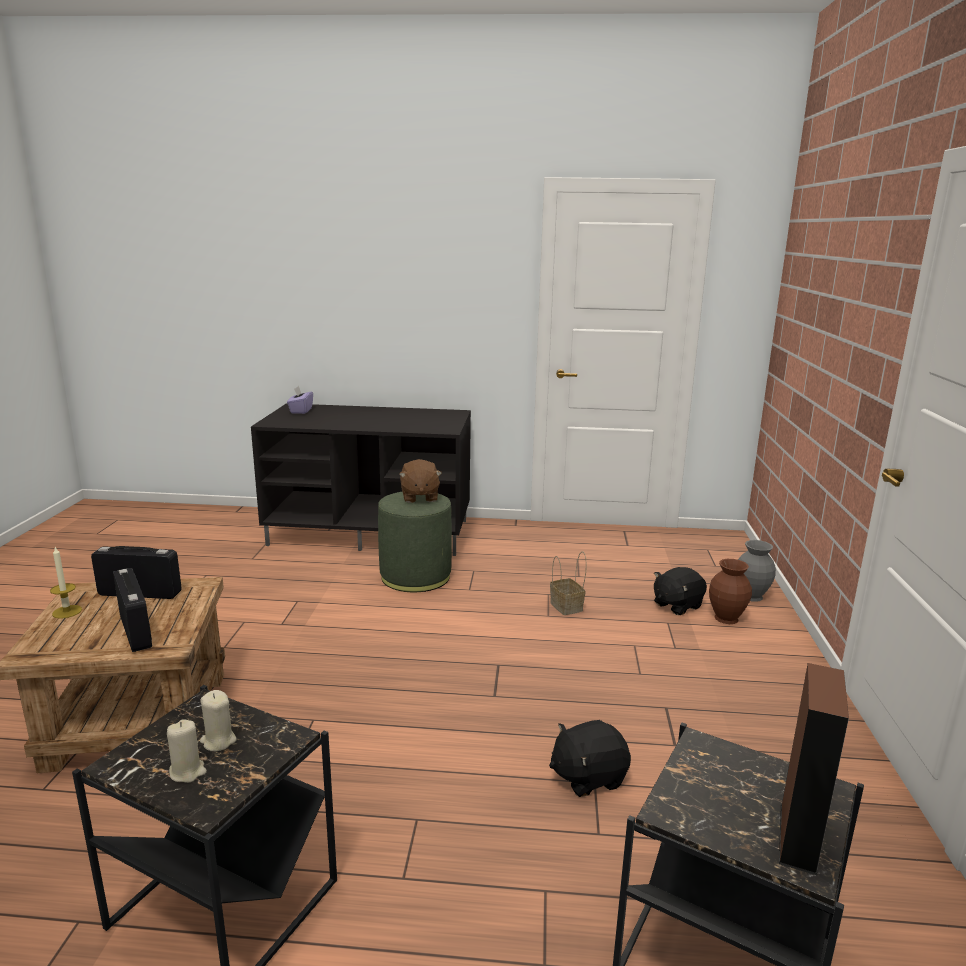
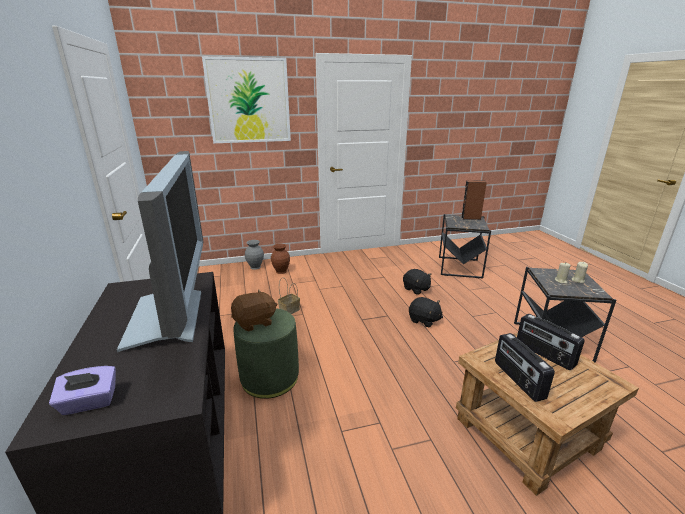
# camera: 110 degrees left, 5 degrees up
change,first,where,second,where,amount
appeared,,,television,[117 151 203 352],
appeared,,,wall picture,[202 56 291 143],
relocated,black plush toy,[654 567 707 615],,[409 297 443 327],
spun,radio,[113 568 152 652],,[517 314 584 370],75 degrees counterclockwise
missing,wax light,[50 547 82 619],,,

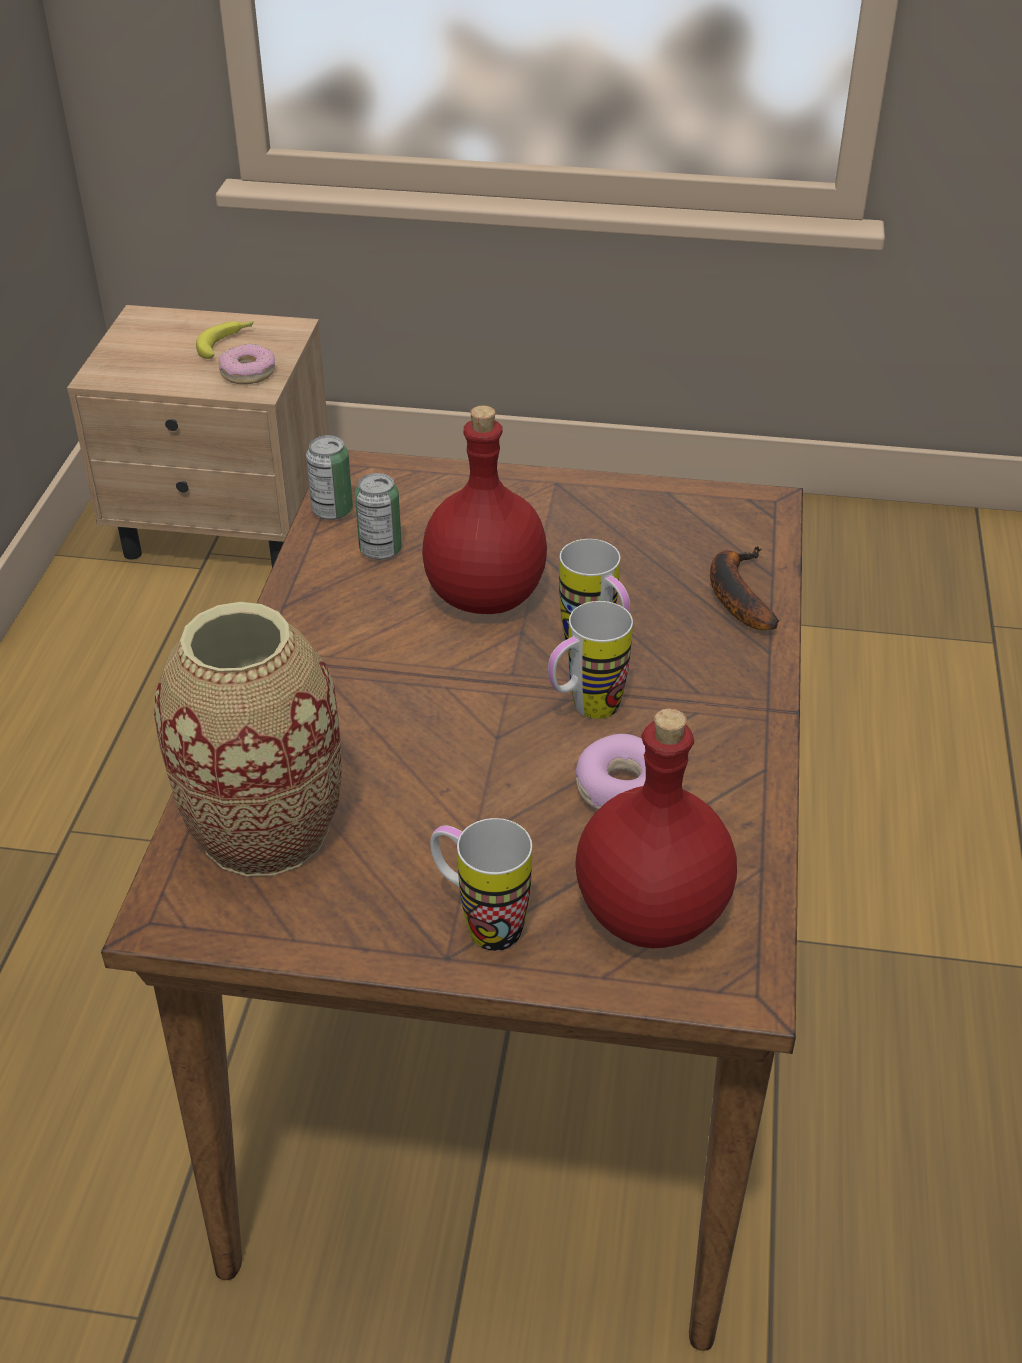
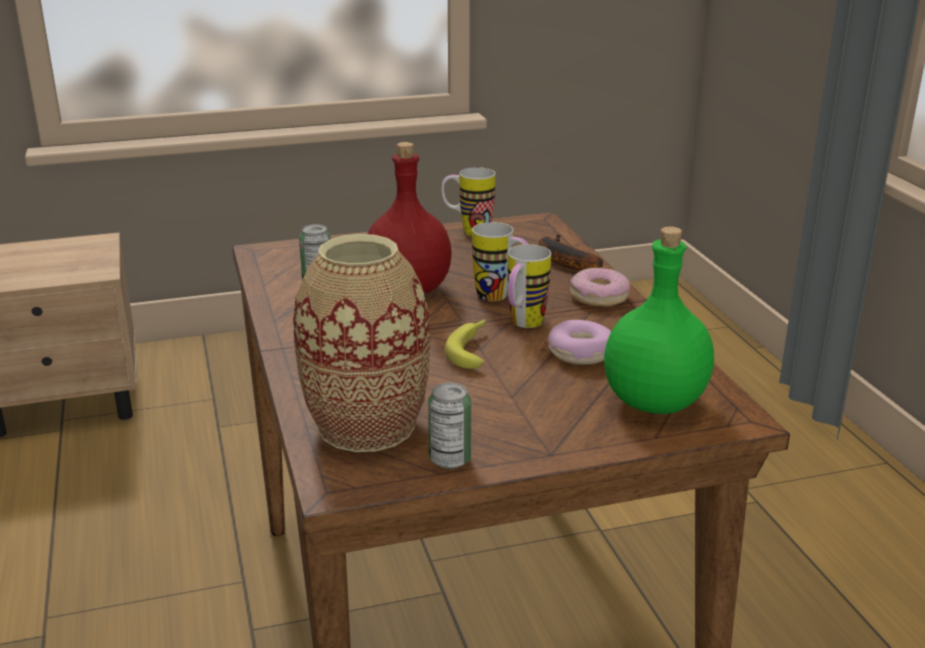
# camera: 25 degrees left, 15 degrees down
change,first,where,second,where,amount
relocated,sealed can,[306 435 353 520],,[428 382 471 469],
relocated,coffee mug,[430 818 532 951],,[441 167 495 236],
relocated,banana fruit,[196 321 254 359],,[445 320 486 369],
relocated,donut,[219 344 275 384],,[570 267 630 307],
colour,reddish bottle,[575 708 737 948],green bottle,[604 226 714 414],

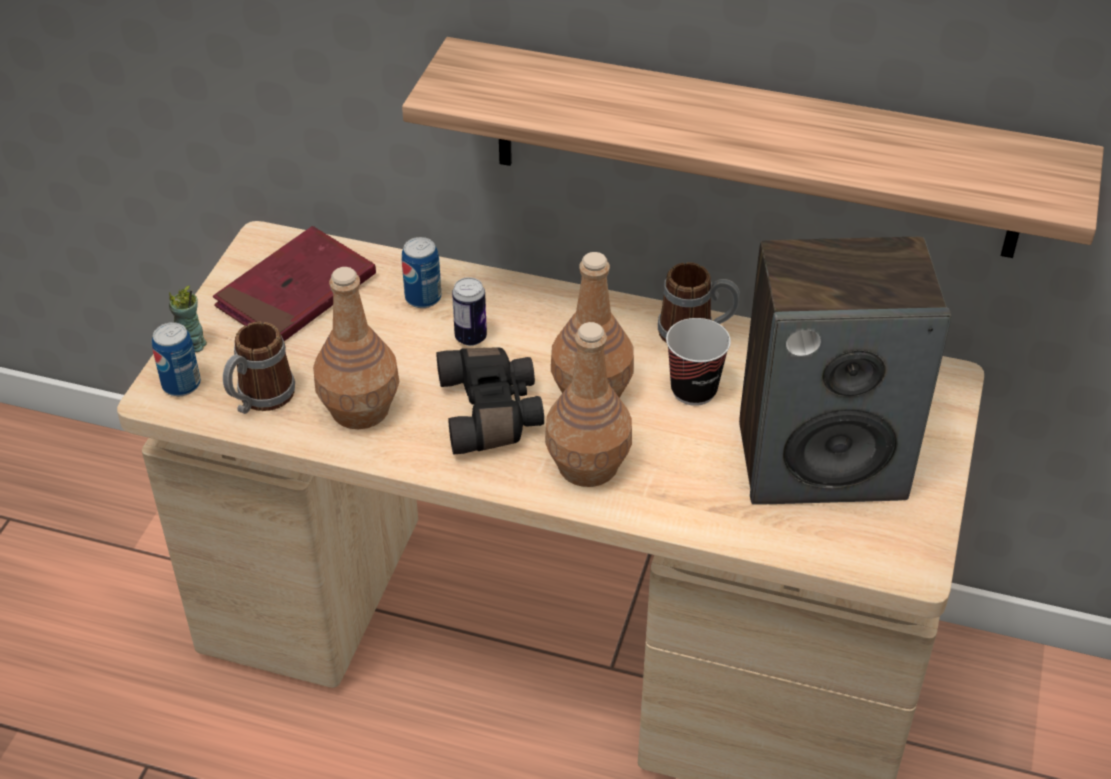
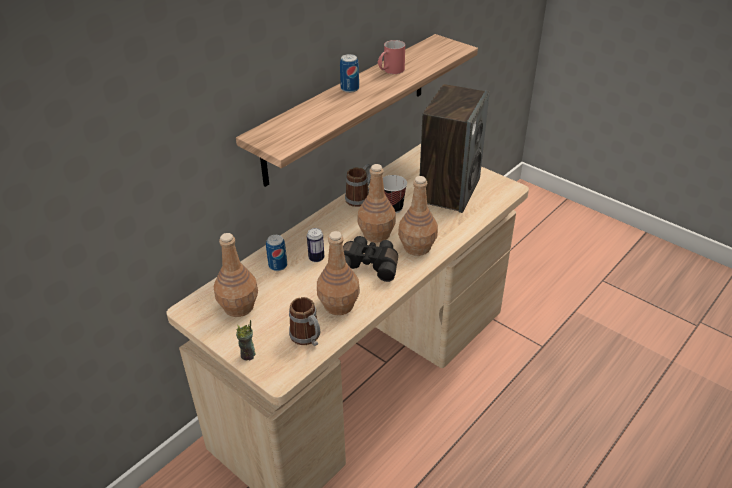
# camera: 65 degrees left, 5 degrees down
change,first,where,second,where,amount
exchanged,reddish volume,[213 226 376 341],brownish bottle,[213 233 258 317],
relocated,sealed can,[152 322 201 396],,[340 54 359 93],
appeared,,,reddish coffee mug,[378 40 405 74],

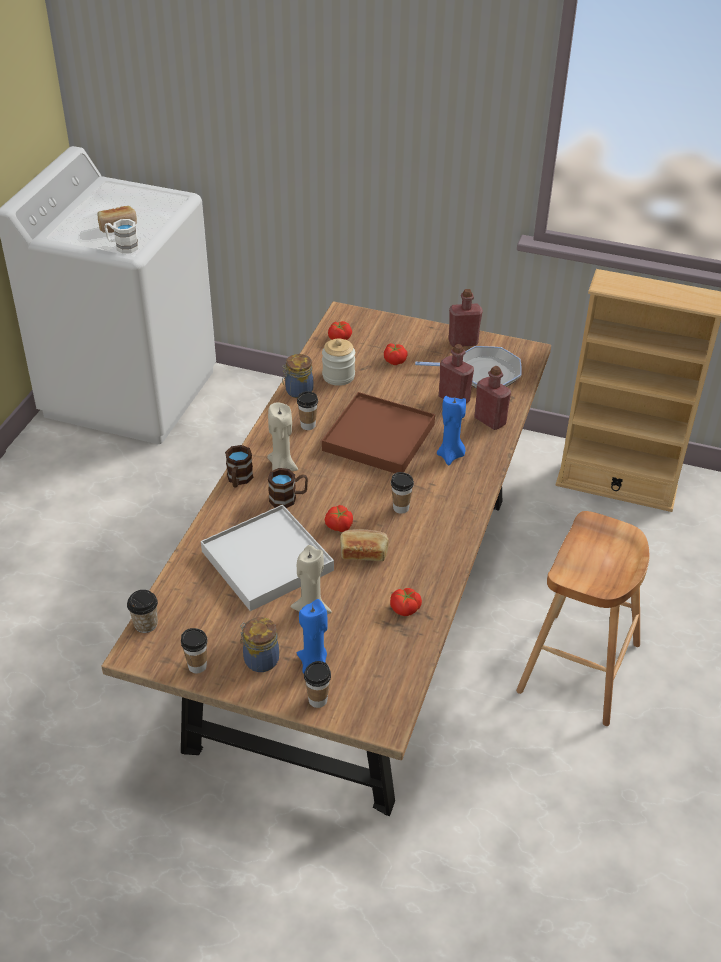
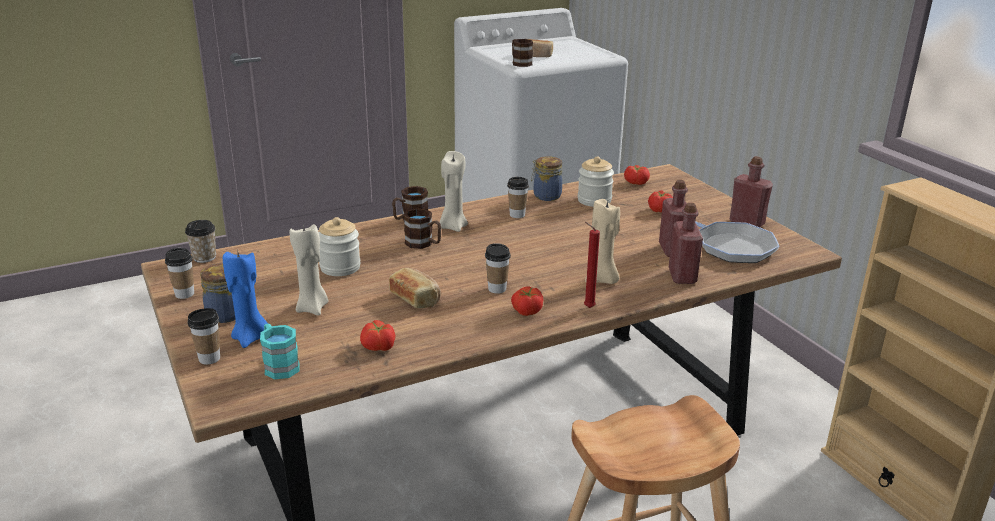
# camera: 45 degrees right, 15 degrees down
change,first,where,second,where,amount
appeared,,,turquoise coffee mug,[260 324 300 379],
exchanged,white serving tray,[201 505 334 611],preserve jar,[319 217 361 276],
relocated,fresh tomato,[324 505 353 532],,[511 287 543 316],
colour,white coffee mug,[104 219 139 253],brownish coffee mug,[512 39 533 67],
appeared,,,reddish wax light,[584 222 600 308],
colour,bluish wax light,[437 396 466 466],beige wax light,[585 199 620 284],
missing,brownish serving tray,[322 392 435 473],,,

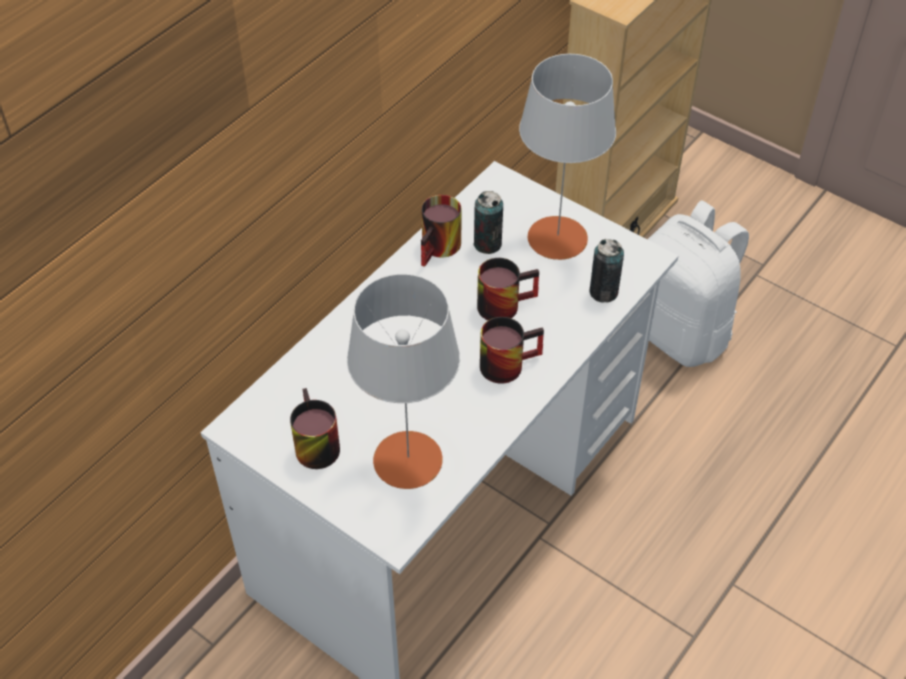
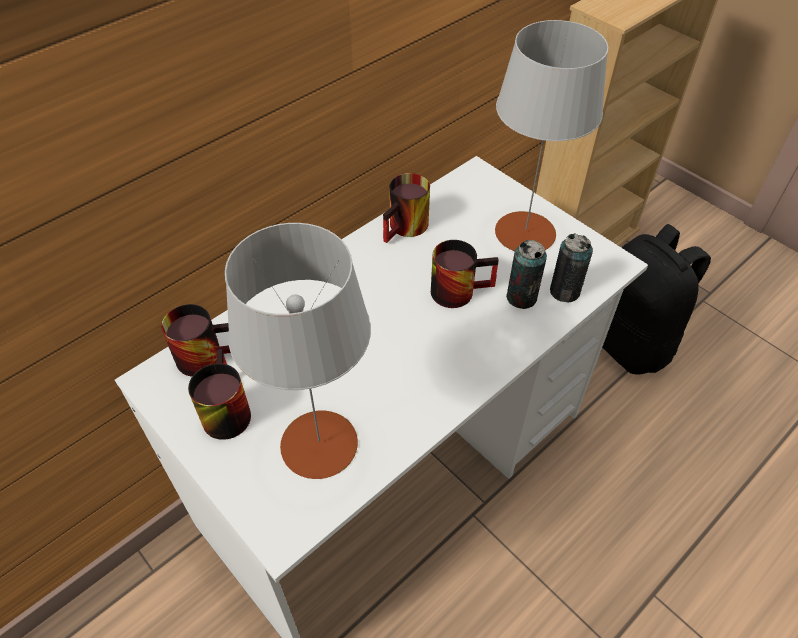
# camera: 10 degrees right, 0 degrees up
change,first,where,second,where,amount
relocated,coffee mug,[480 317 544 384],,[161 304 231 377],
relocated,sealed can,[474 191 503 254],,[506 240 547 309],
colour,white knapsack,[647 200 749 367],black knapsack,[602 224 711 374],

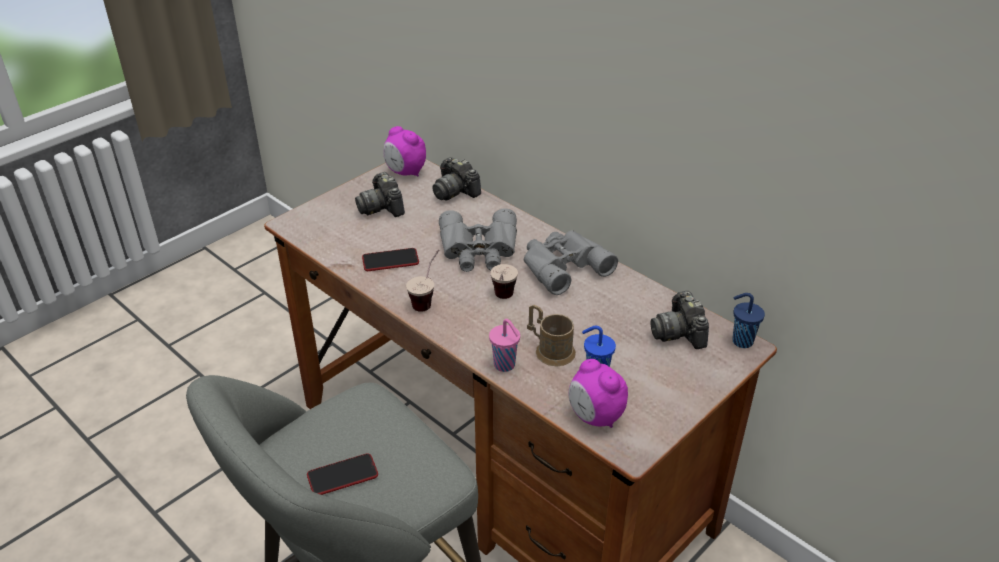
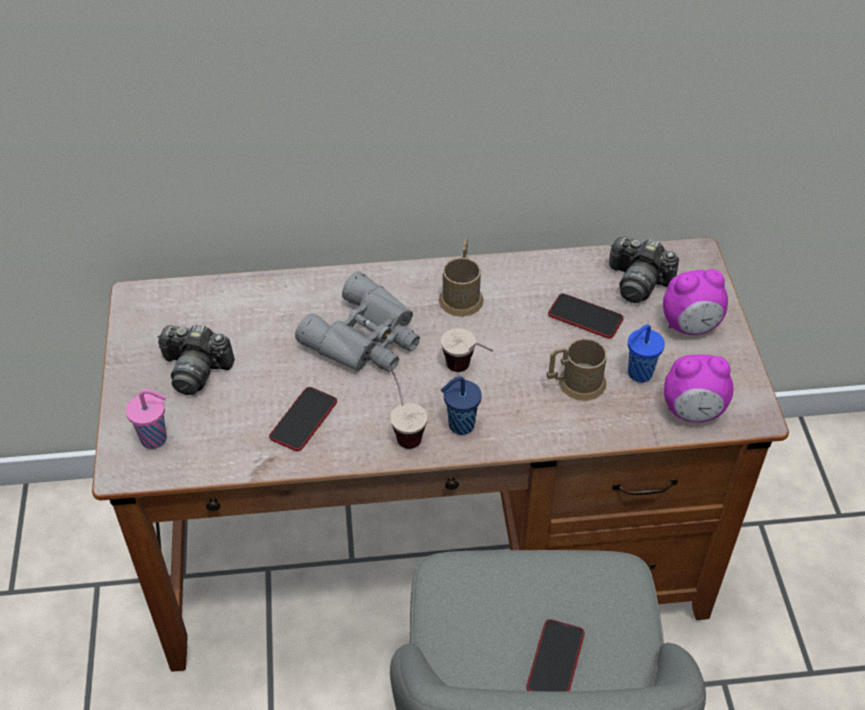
# camera: 50 degrees left, 10 degrees up
change,first,where,second,where,amount
relocated,pink-coloured drinking cup,[489 319 520 372],,[126 389 167 449],
exchanged,greyish binoculars,[524 230 618 295],brownish coffee mug,[439 238 484 317],
relocated,bluish drinking cup,[732 293 765 348],,[441 376 482 435],
appeared,,,phone,[548 293 624 339],
relocated,table clock,[383 126 426 177],,[663 269 728 335],
missing,still camera,[432 157 481 201],,,

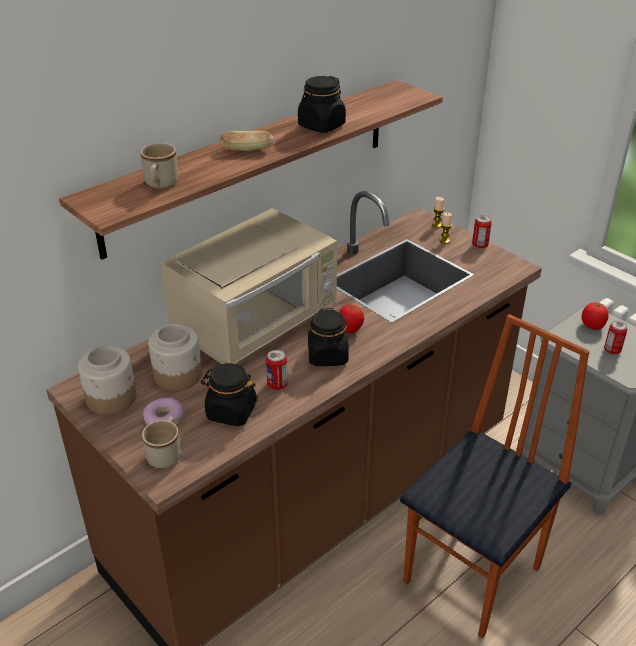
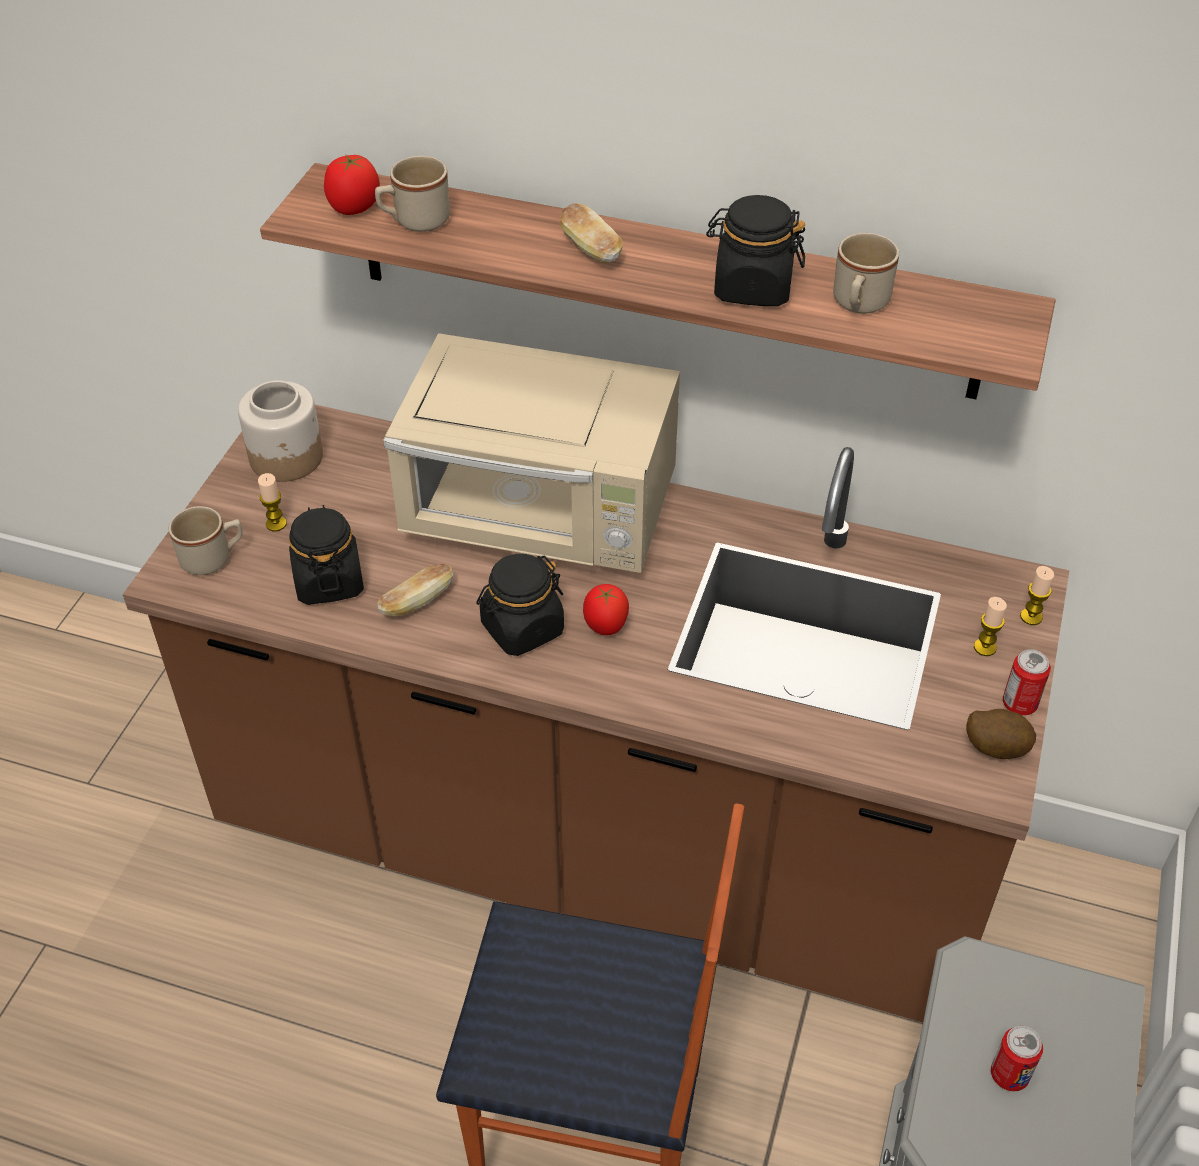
# camera: 60 degrees right, 10 degrees up
change,first,where,second,where,amount
exchanged,donut,[143 398 183 425],wax light,[258 473 287 531],
relocated,fresh tomato,[582 302 609 330],,[324 154 380 215],
exchanged,sealed can,[266 350 288 390],baked bread,[377 564 453 617],
appeared,,,beige coffee mug,[833 233 899 314],
appeared,,,potato,[966 709 1036 759],
missing,preserve jar,[148 324 202 391],,,

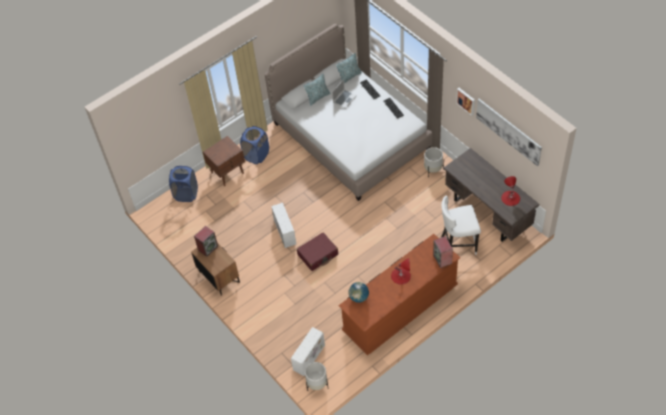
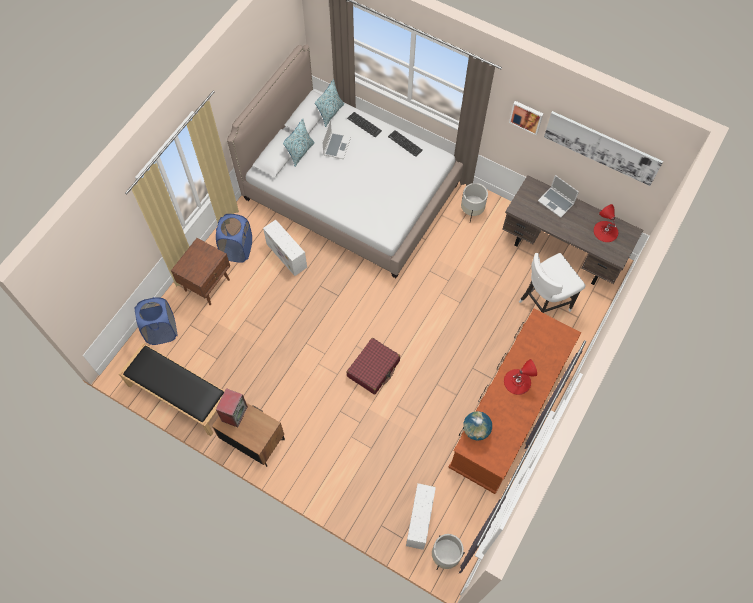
# camera: 25 degrees left, 10 degrees up
change,first,where,second,where,amount
appeared,,,black bench,[119 343 224 436],
relocated,white storage bin,[271 203 296 248],,[263 220 307 276],
appeared,,,laptop,[538 175 579 218],
missing,loudspeaker,[433 236 453 268],,,

